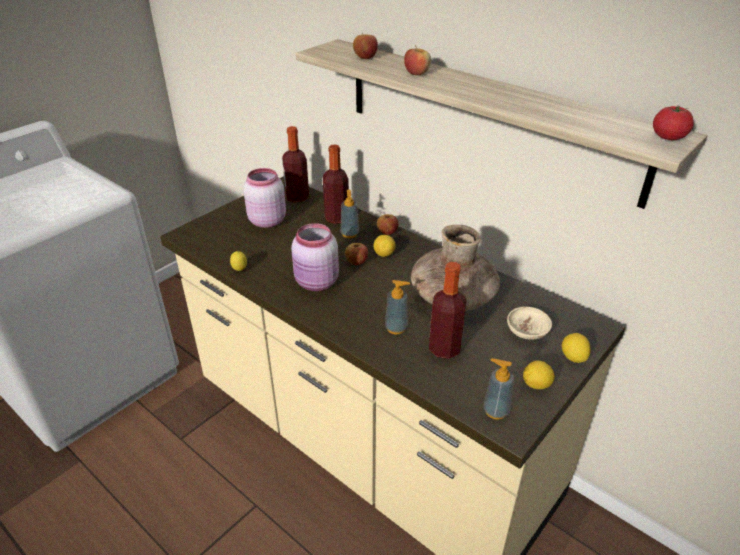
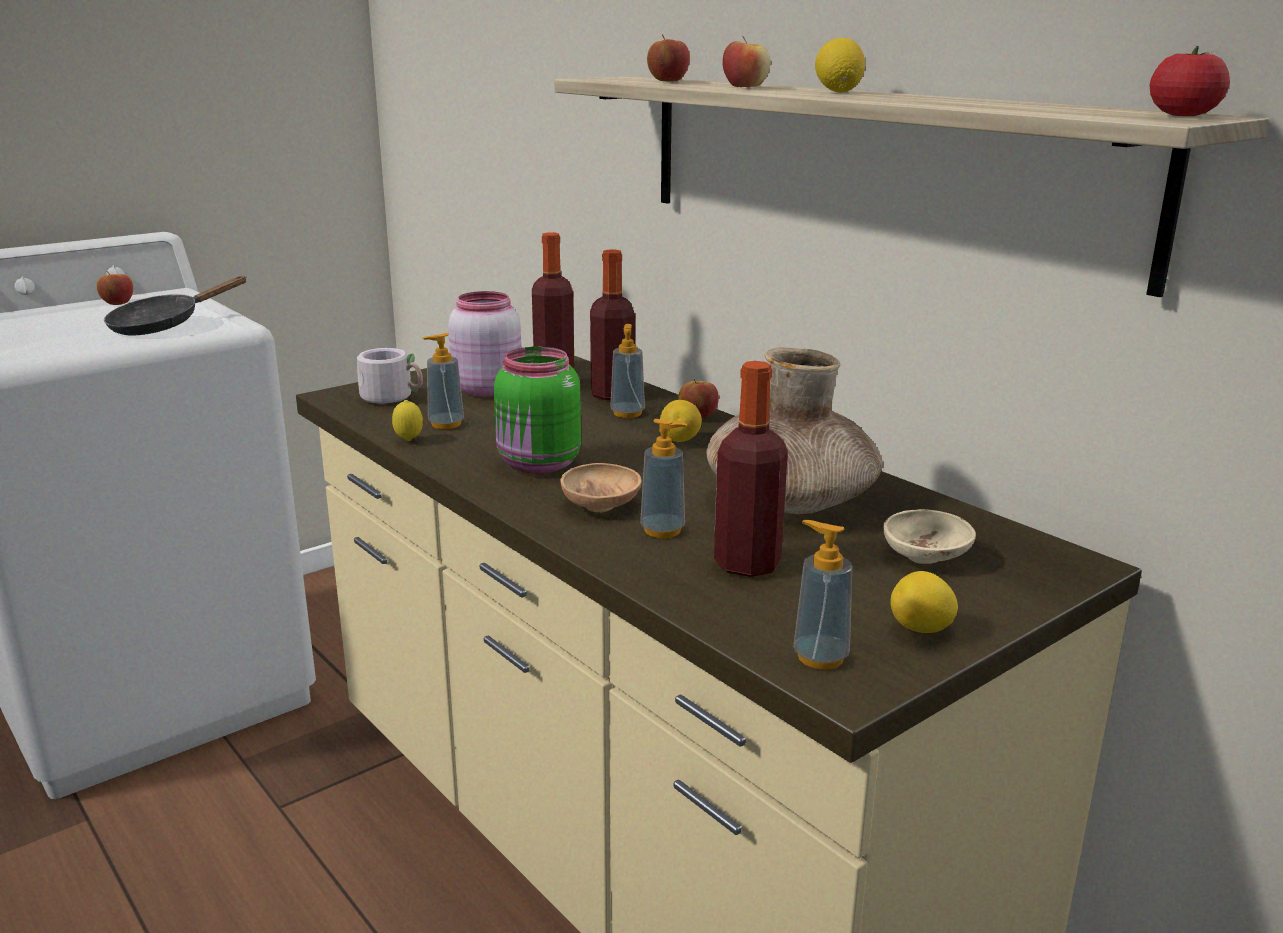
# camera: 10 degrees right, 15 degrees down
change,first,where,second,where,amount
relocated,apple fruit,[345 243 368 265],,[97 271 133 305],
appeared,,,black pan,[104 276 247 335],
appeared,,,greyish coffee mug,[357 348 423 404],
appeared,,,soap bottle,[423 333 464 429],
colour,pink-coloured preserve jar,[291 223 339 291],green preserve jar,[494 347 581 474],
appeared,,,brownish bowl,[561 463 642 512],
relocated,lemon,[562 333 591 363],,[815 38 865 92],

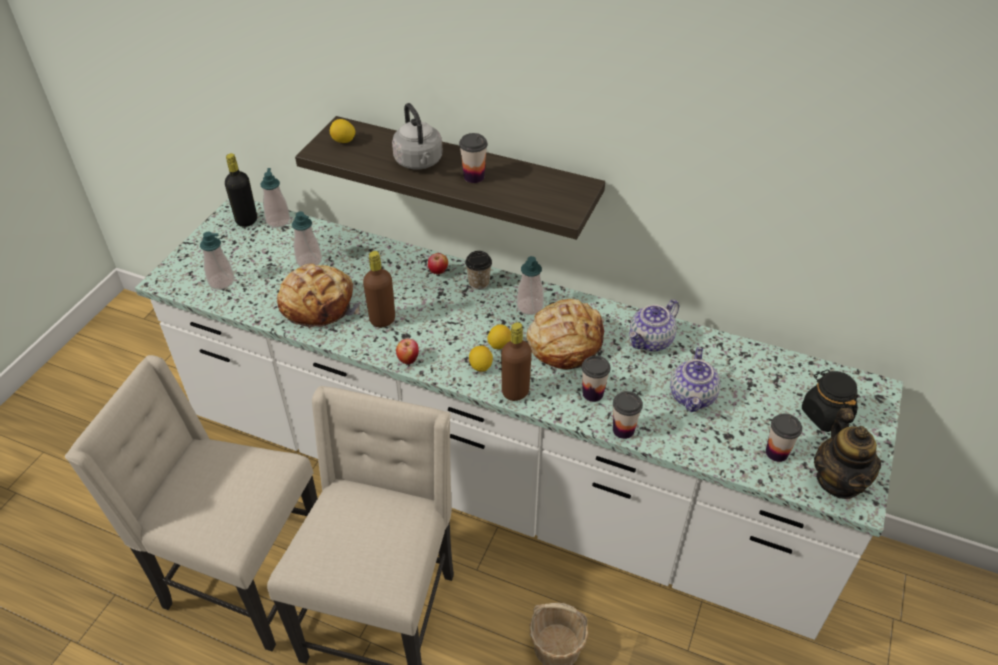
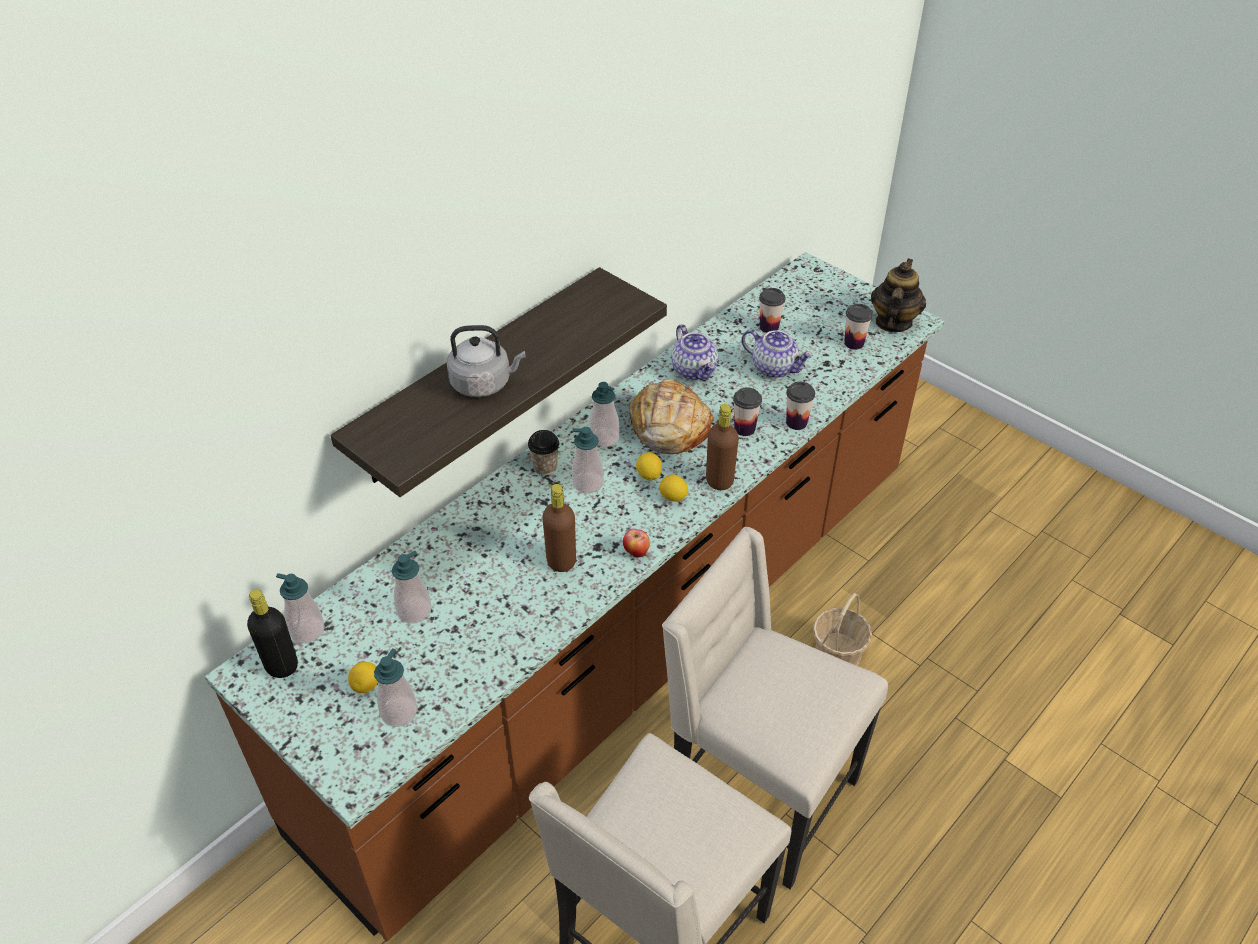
# camera: 70 degrees left, 0 degrees up
change,first,where,second,where,amount
colour,white kitchen counter,[135 198 903 640],brownish kitchen counter,[205 252 944 941],
relocated,lemon,[330 119 355 143],,[348 662 378 693],
appeared,,,soap bottle,[572 427 604 493],
relocated,drinking cup,[459 133 487 183],,[759 288 786 333],
spun,tea pot,[814 408 881 499],,[871 258 926 332],90 degrees counterclockwise
missing,baked bread,[277 263 360 329],,,
missing,apple fruit,[428 253 448 274],,,
missing,black preserve jar,[802 370 858 432],,,

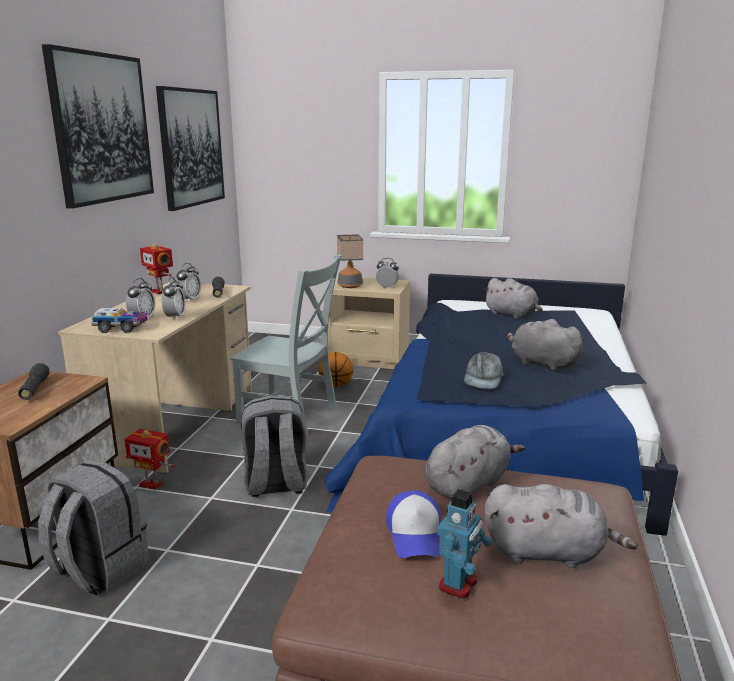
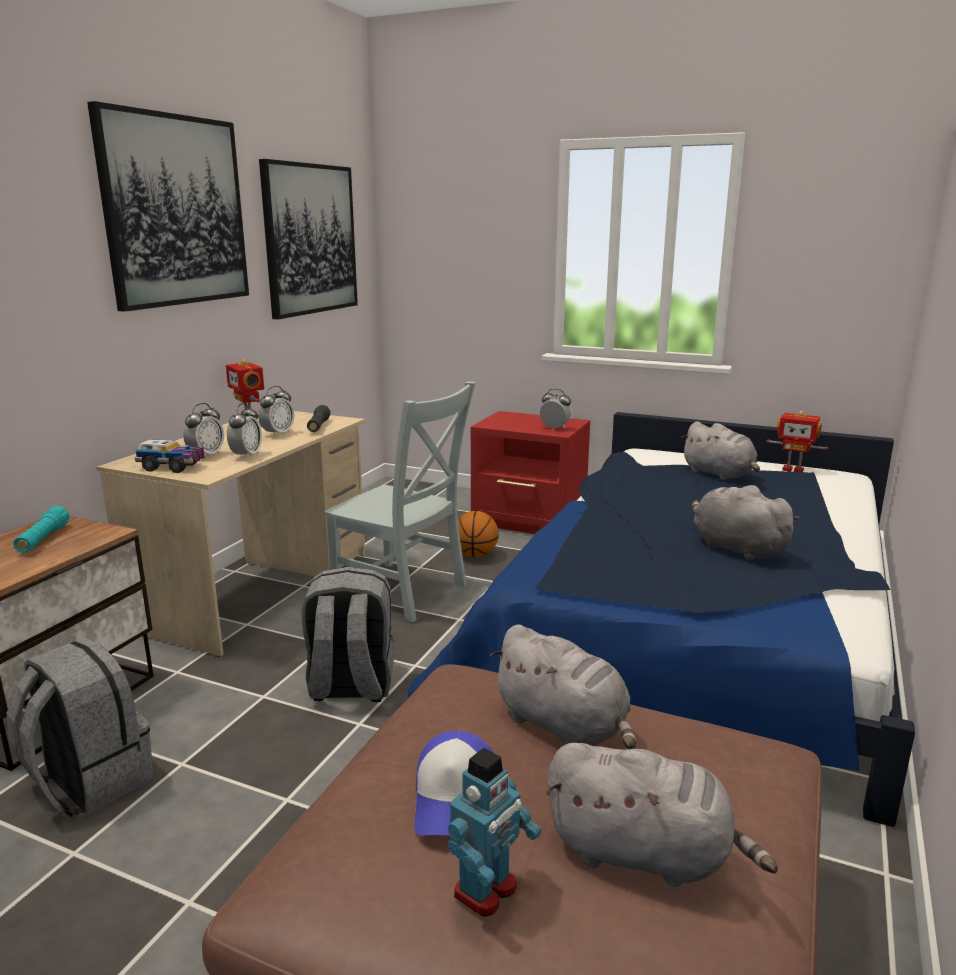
# camera: 10 degrees right, 0 degrees up
change,first,where,second,where,amount
colour,black hand torch,[18 363 49 400],turquoise hand torch,[13 506 69 553],
colour,beige bedside table,[324 278 410 369],reddish bedside table,[471 411 590 534],
spun,greyish plush toy,[425 425 525 499],,[490 624 636 749],75 degrees clockwise
relocated,toy robot,[125 429 175 490],,[766 411 828 472],
missing,lamp for a table,[337 234 363 288],,,
missing,greyish peaked cap,[464 352 504 389],,,

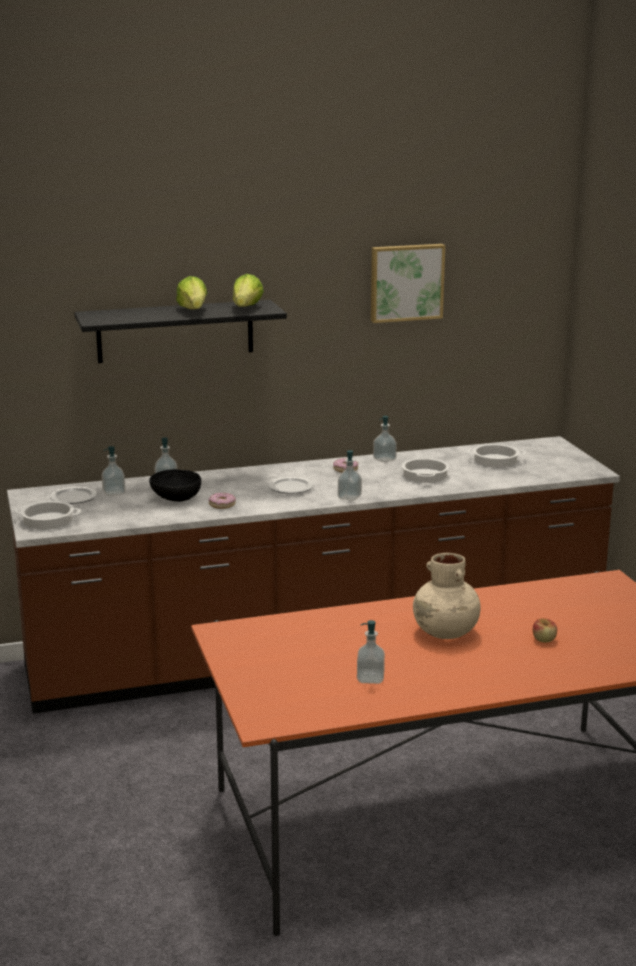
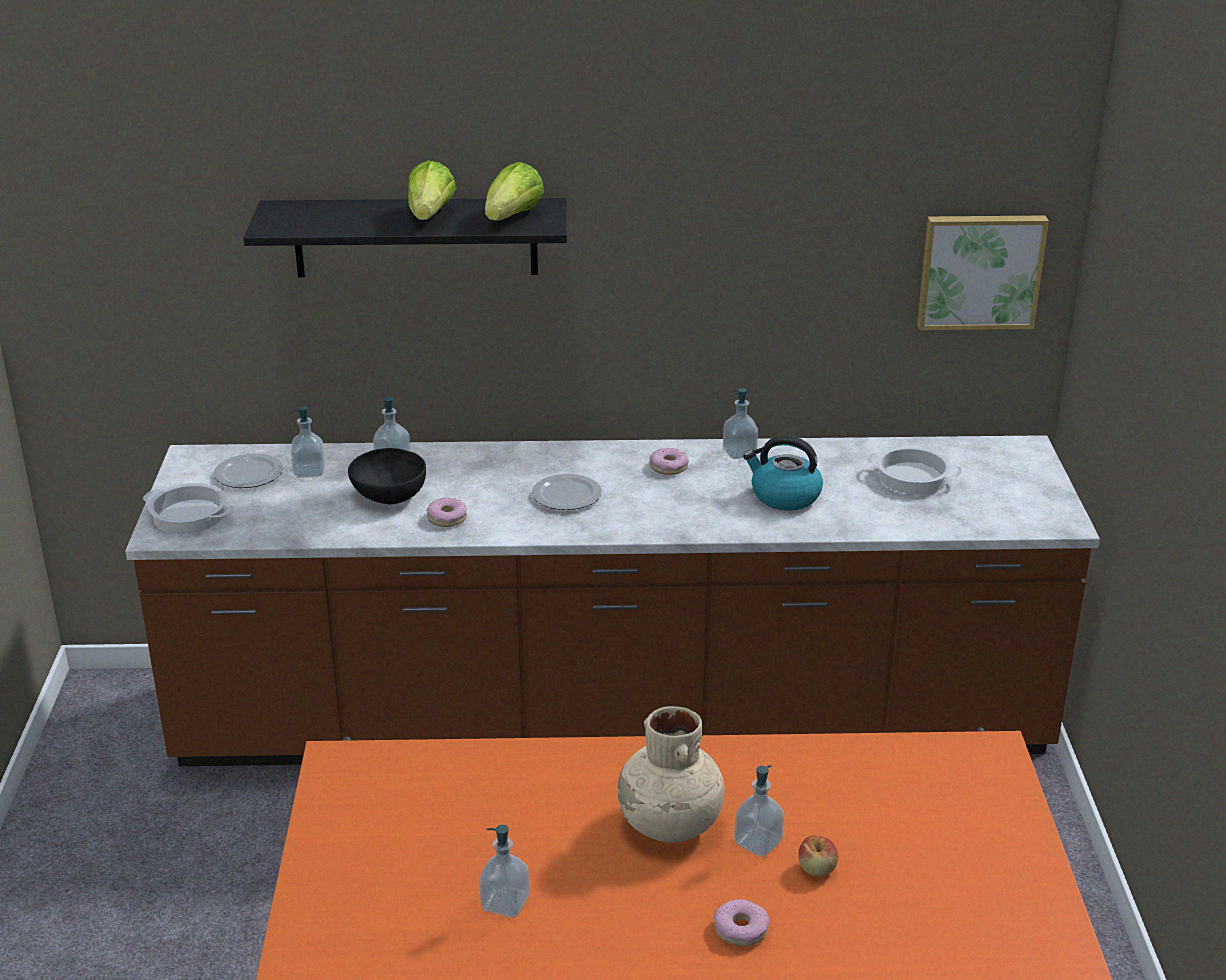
# camera: 15 degrees right, 10 degrees up
change,first,where,second,where,amount
appeared,,,donut,[714 899 769 946],
relocated,soap bottle,[338 450 362 501],,[734 765 784 857],
exchanged,cooking pot,[402 456 450 483],tea kettle,[743 435 823 511],
relocated,wall picture,[371 244 445 323],,[917 216 1049 330],

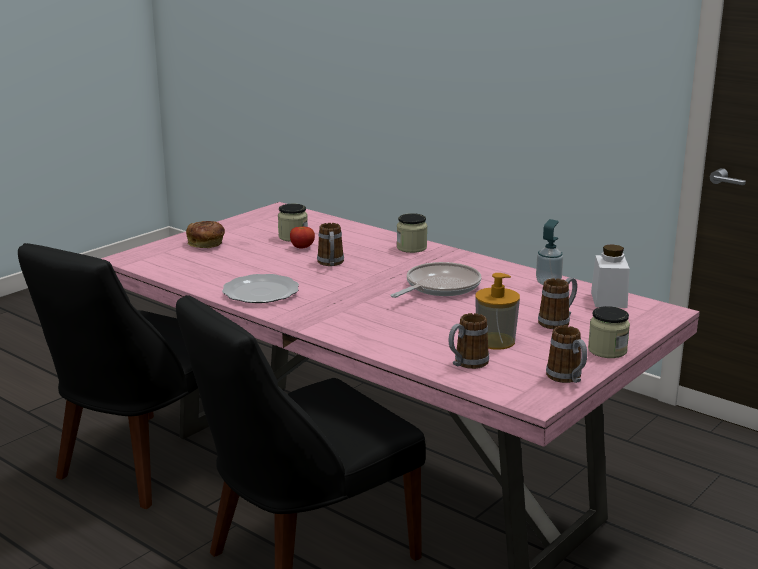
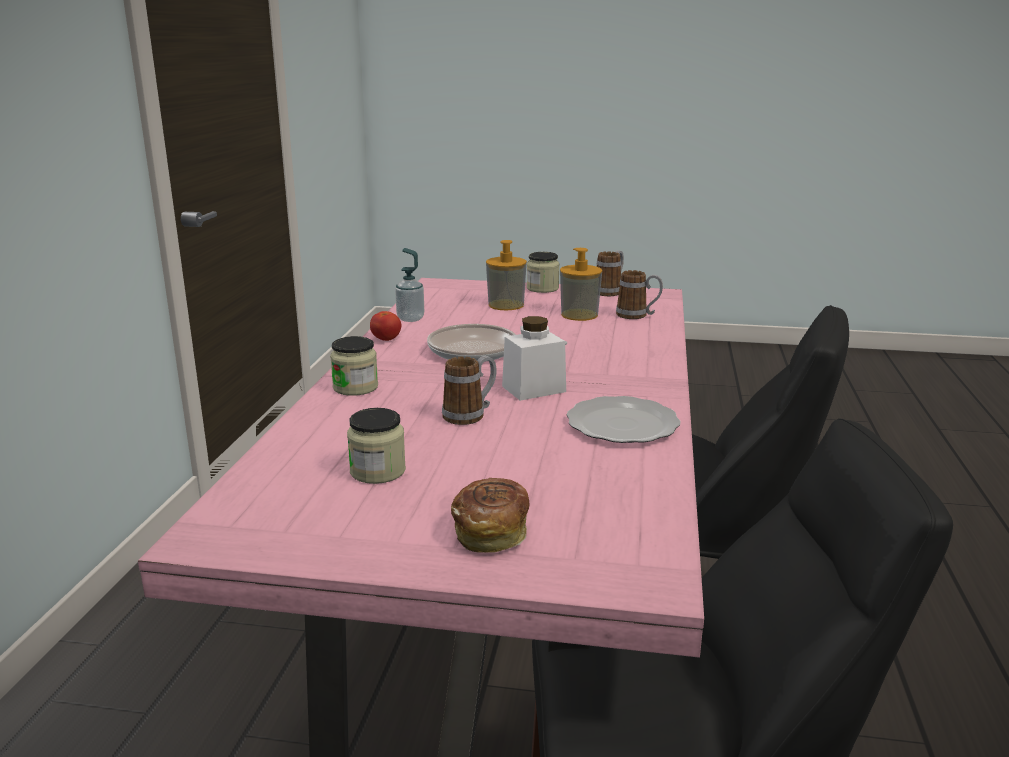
# camera: 120 degrees left, 0 degrees up
change,first,where,second,where,amount
relocated,fresh tomato,[290 227 315 249],,[370 311 401 341],
exchanged,coffee mug,[538 277 577 329],soap bottle,[486 240 527 310],
relocated,white preserve jar,[591 244 630 308],,[502 316 566 401],

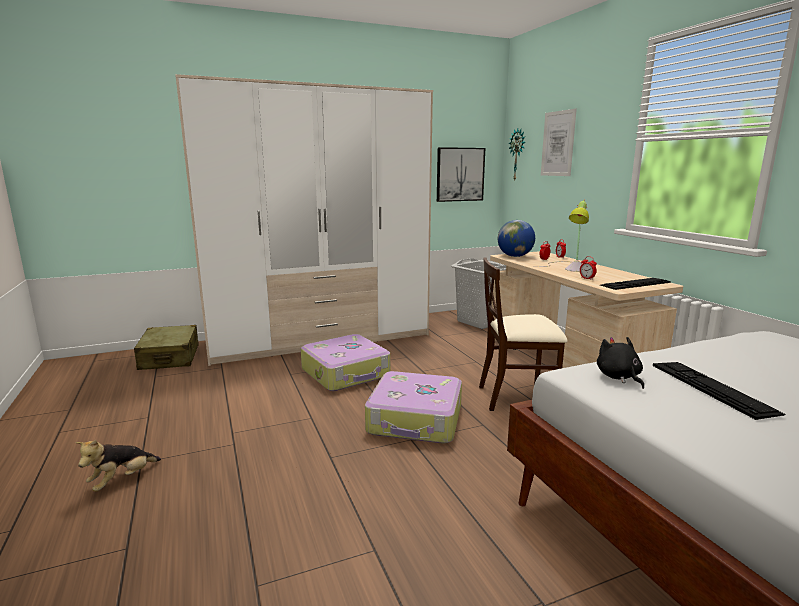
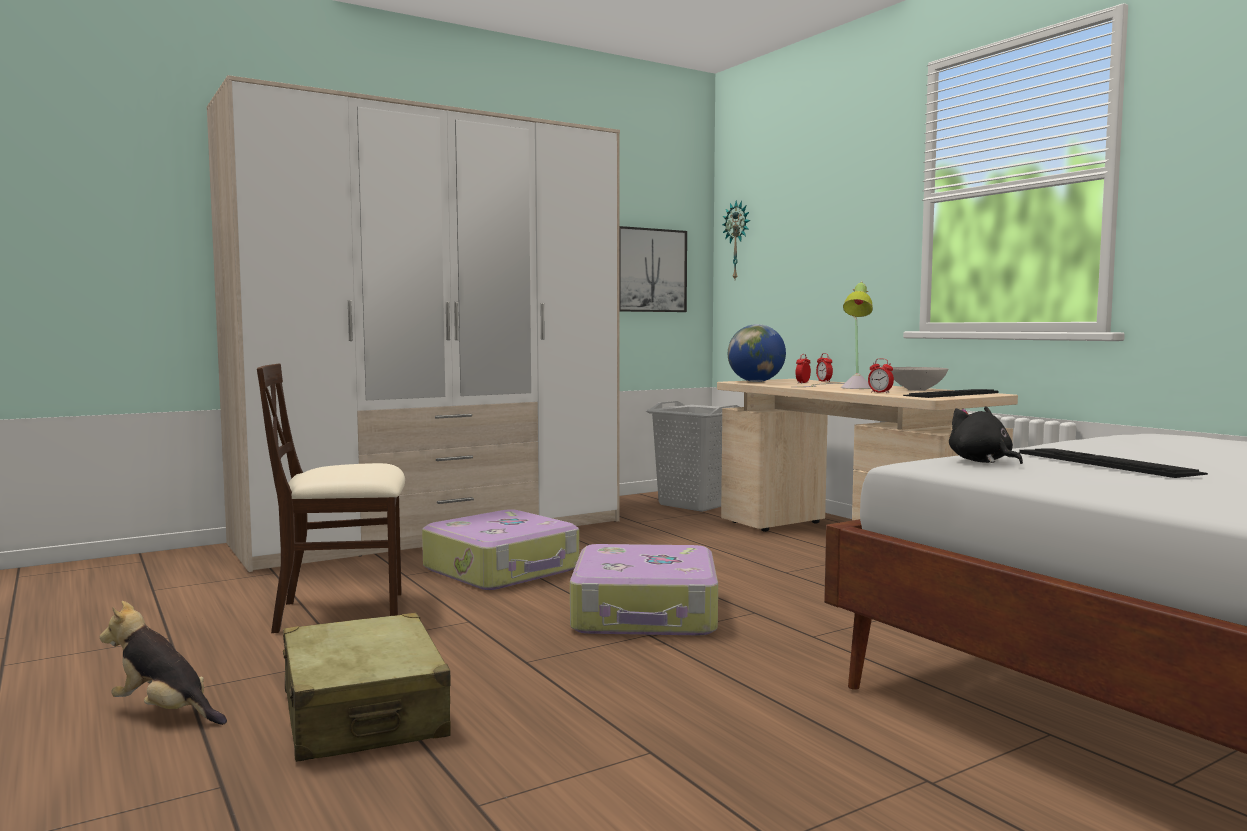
# camera: 10 degrees left, 10 degrees down
change,first,where,second,where,amount
spun,plush toy,[75 440 161 492],,[100 601 227 725],90 degrees clockwise
relocated,beige upright chair,[479 257 568 411],,[257 363 405 633],
relocated,beige travel case,[134 325 199 370],,[283 613 451 762],
appeared,,,white bowl,[891 367 948 391],
missing,wall picture,[541 109 577 176],,,

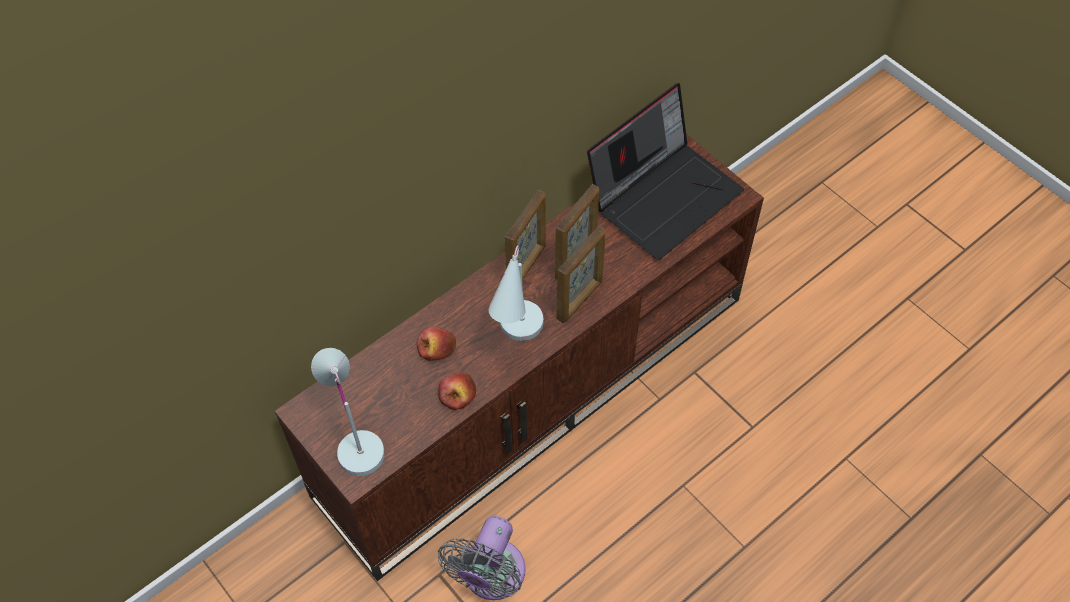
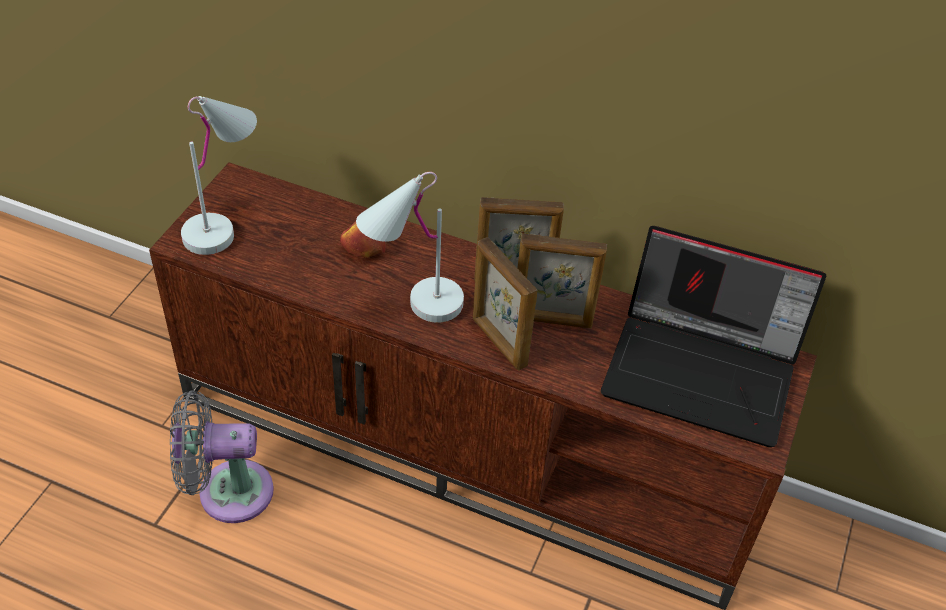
# camera: 60 degrees right, 10 degrees down
change,first,where,second,where,amount
spun,photo frame,[556 226 605 323],,[473 237 537 370],45 degrees clockwise
missing,apple fruit,[438 372 476 410],,,

